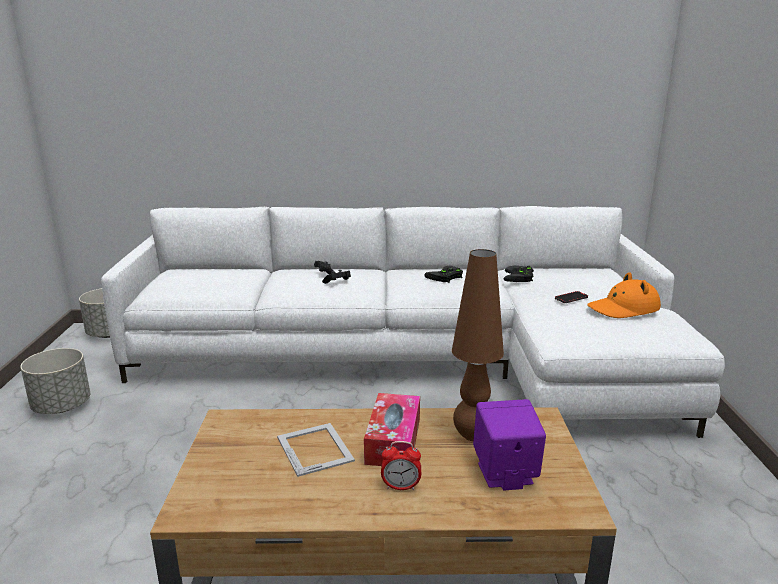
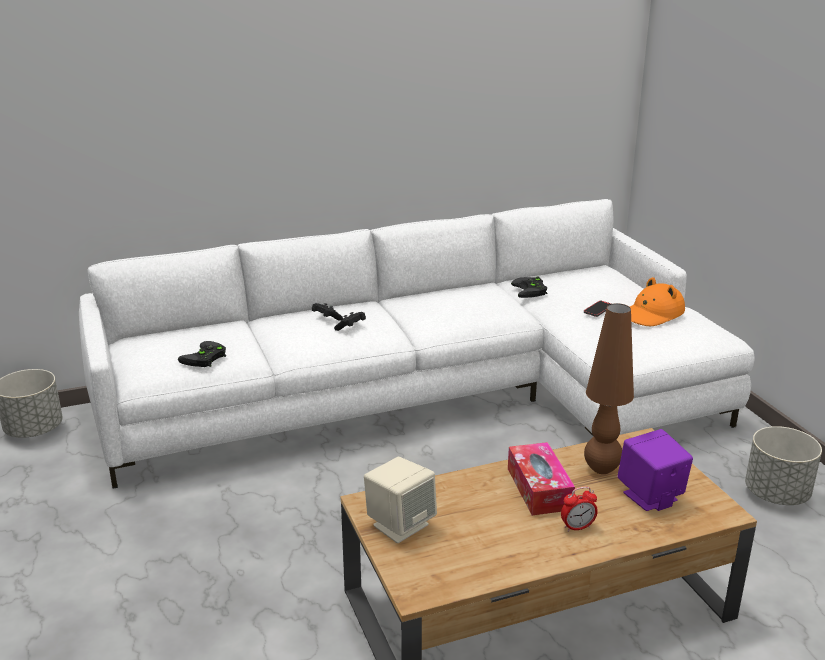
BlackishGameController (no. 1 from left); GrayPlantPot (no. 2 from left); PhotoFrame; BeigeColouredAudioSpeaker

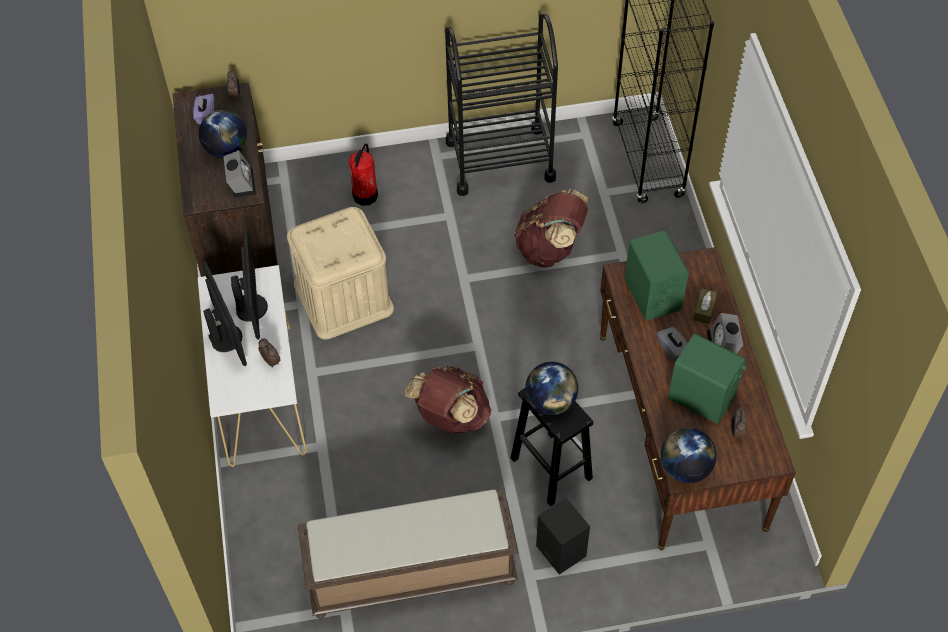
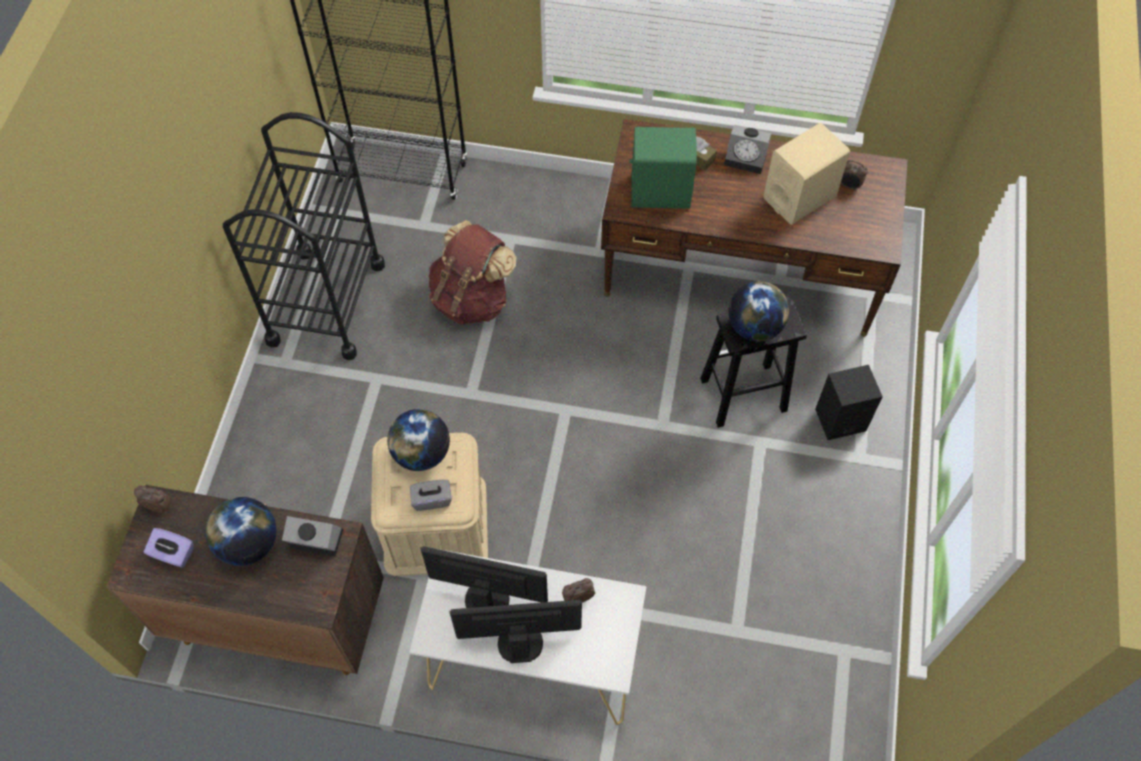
FireFightingCylinder; GrayTissueBox; BeigeColouredAudioSpeaker; BrownBackpack (no. 1 from left in the first image); DeskGlobe (no. 2 from left); BrownBench

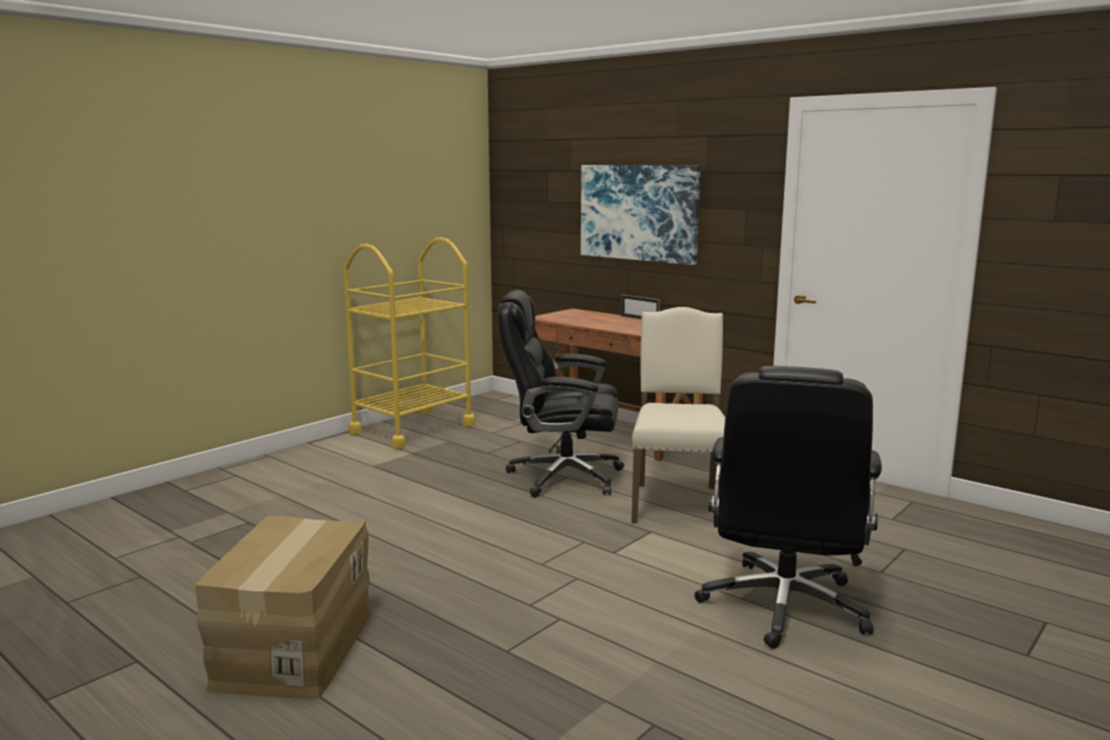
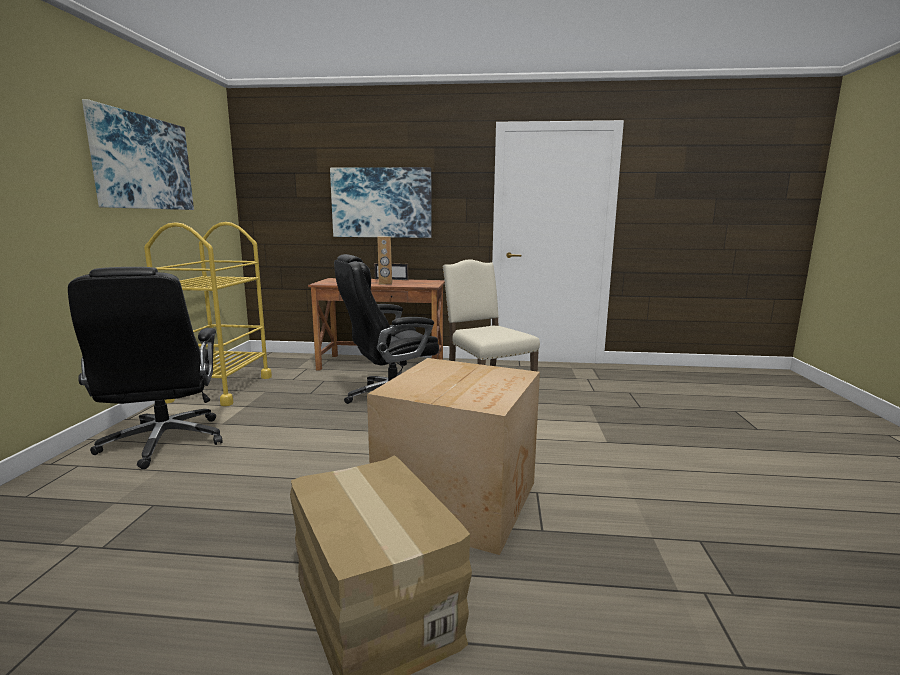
BlackishDeskChair (no. 1 from left); Picture (no. 1 from left); BrownAudioSpeaker; CardboardBox (no. 2 from left)

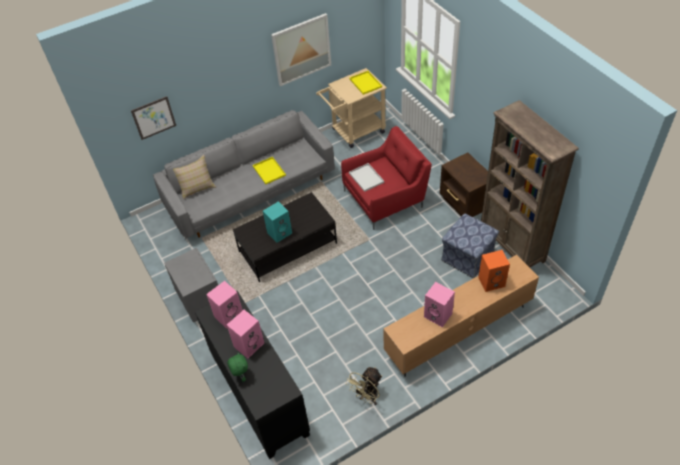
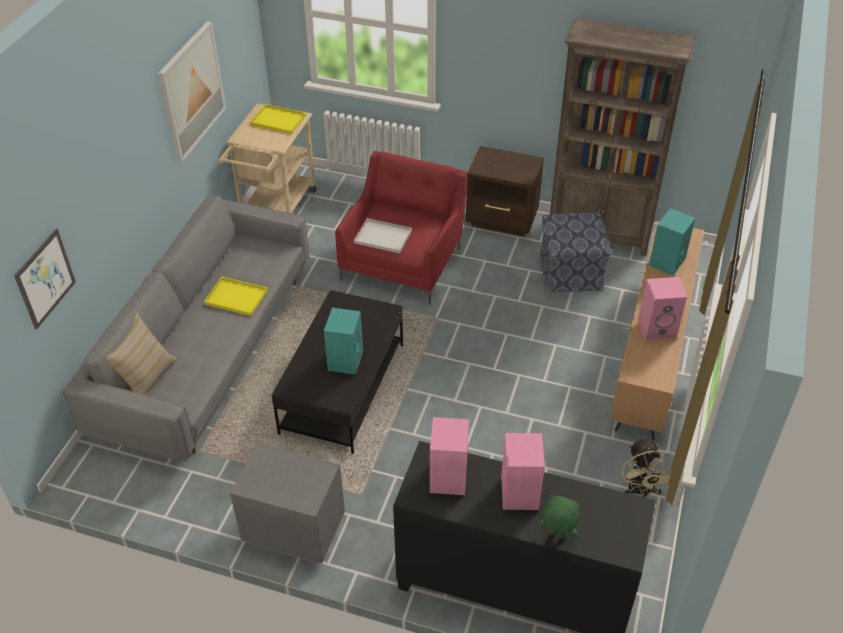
TurquoiseColouredAudioSpeaker (no. 2 from left)

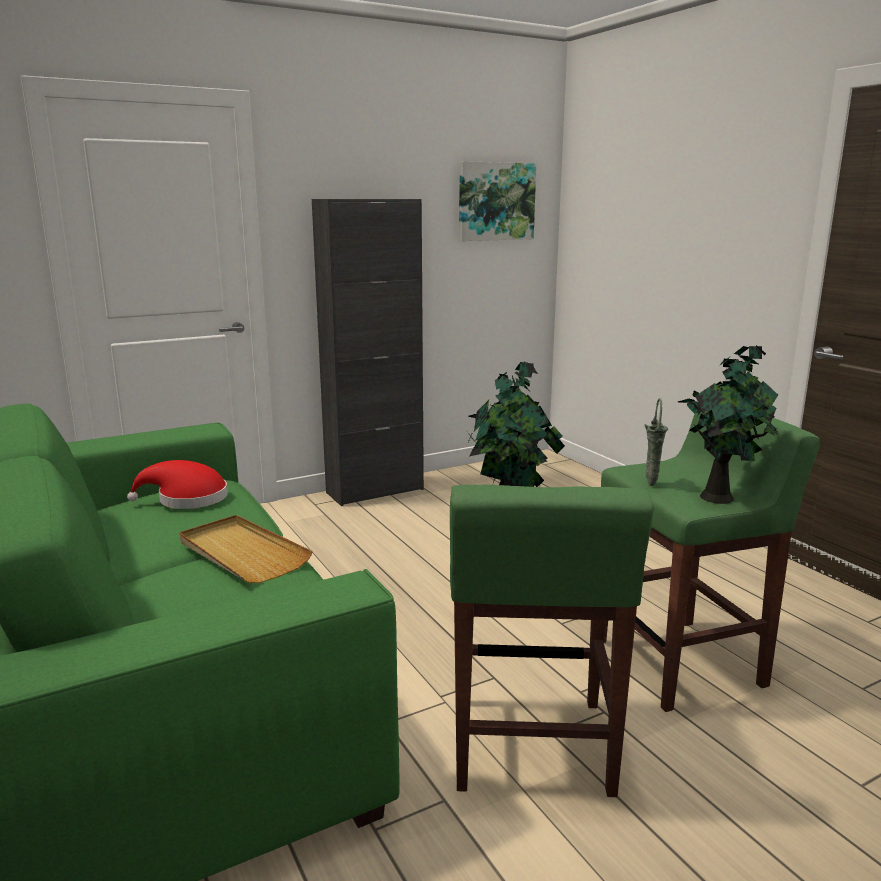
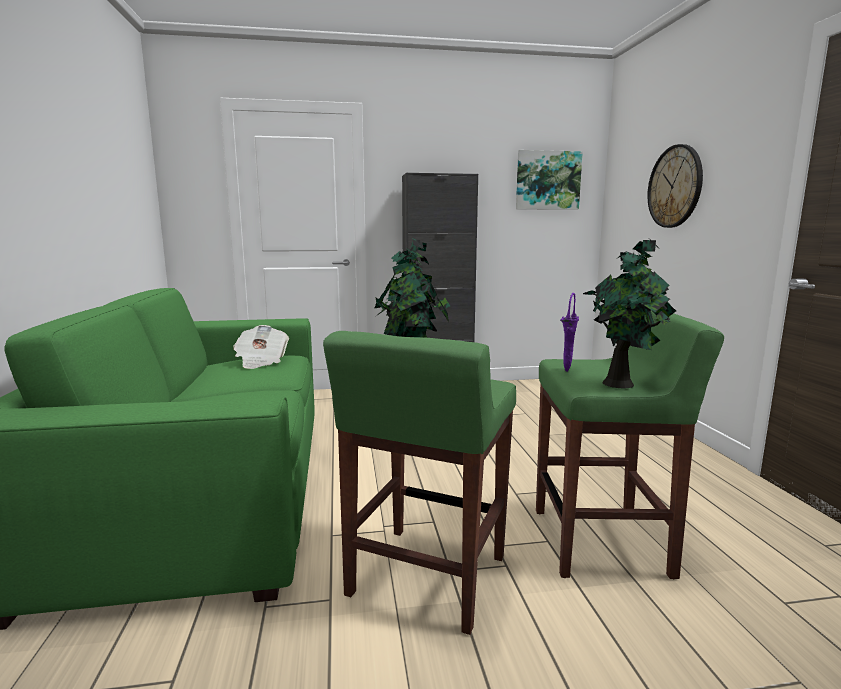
PurpleVase; PrintedPaper; BeigeColouredServingTray; ClockOnTheWall

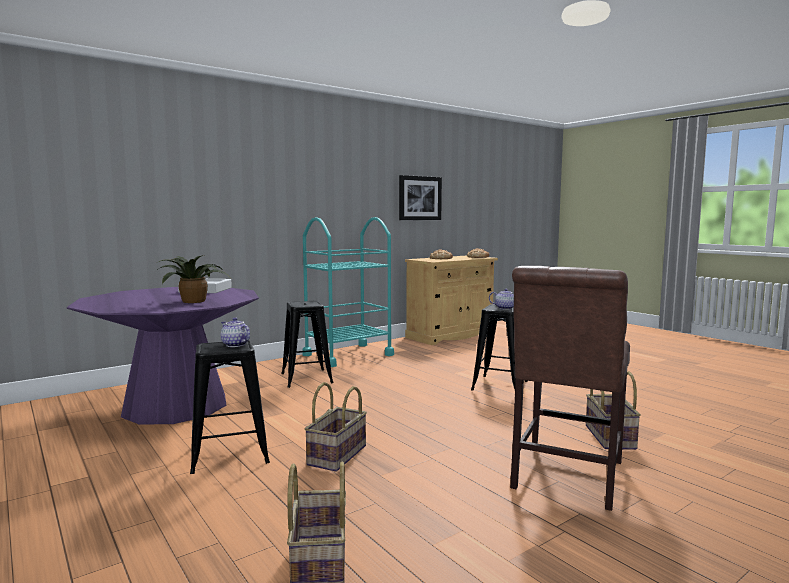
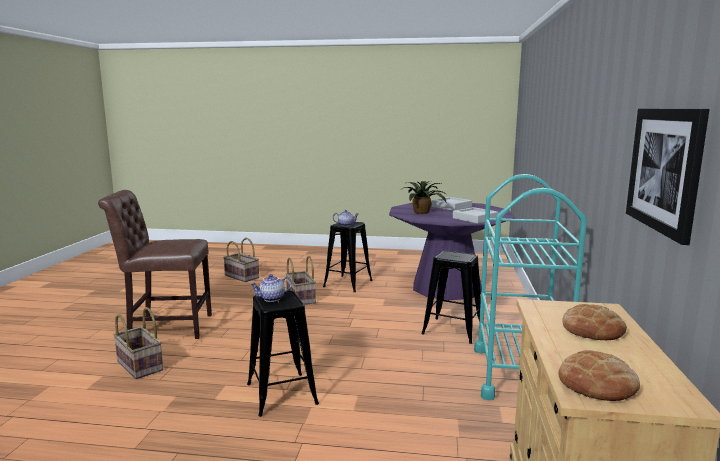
BrownPlainChair; GrayServingTray (no. 1 from left)

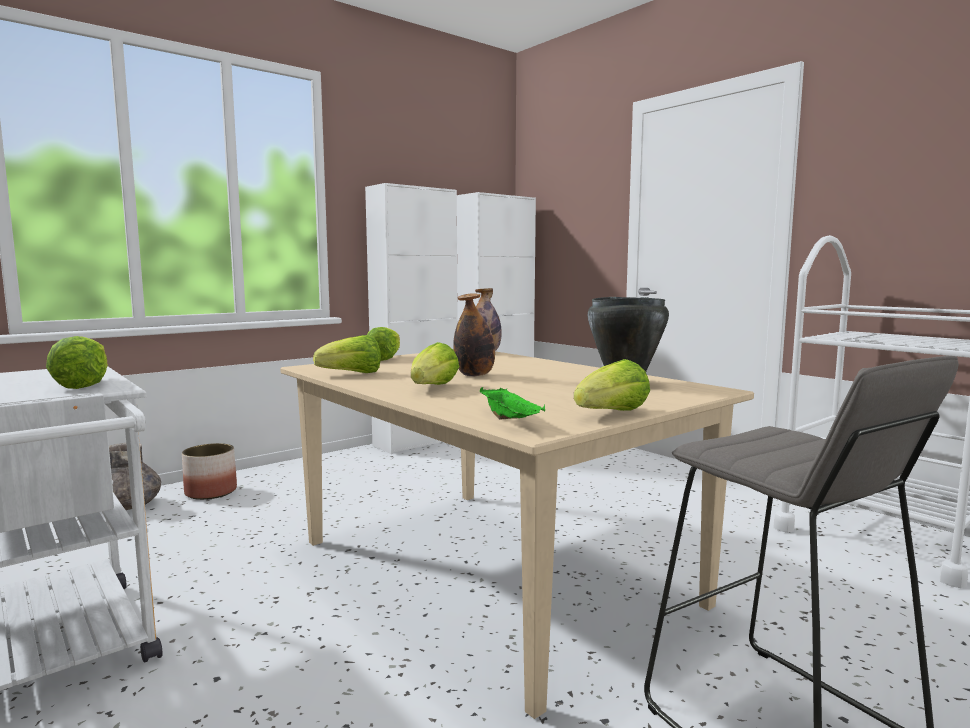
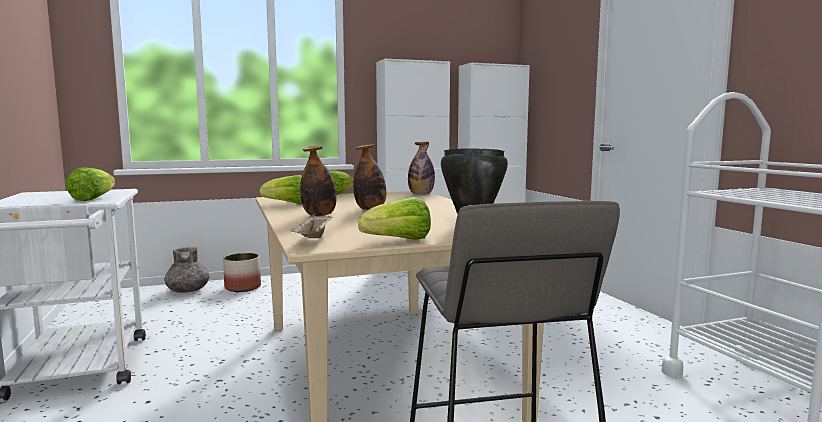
BeverageBottle (no. 1 from left); BeigeColouredServingTray

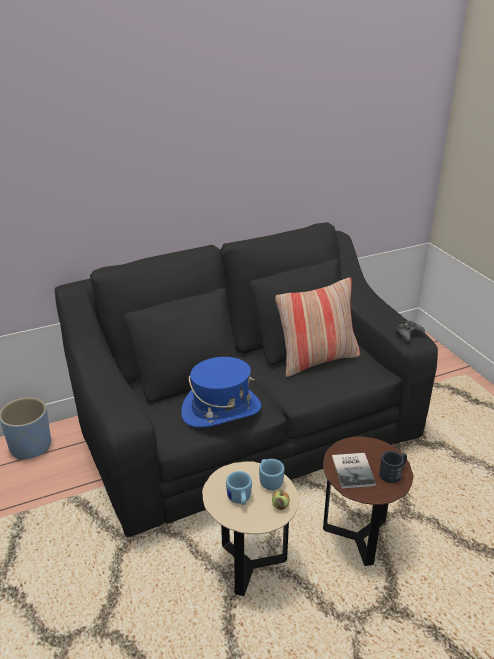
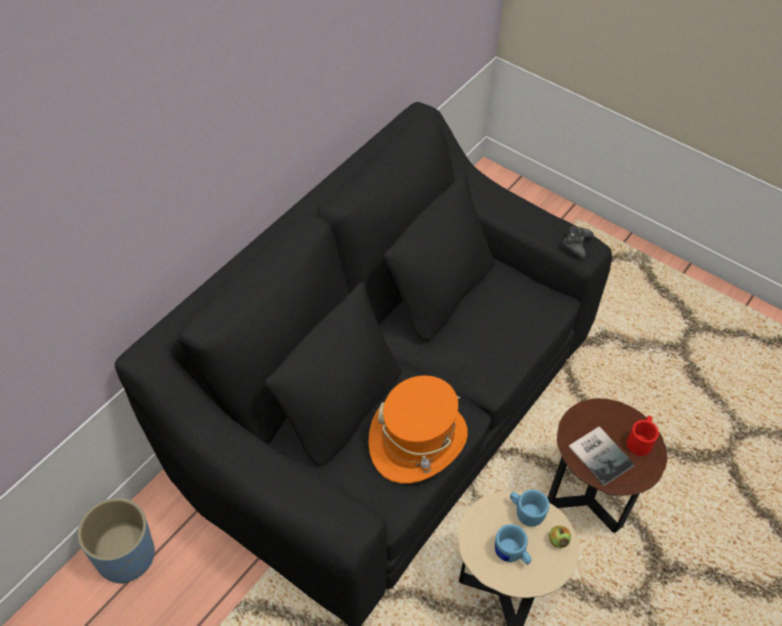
ThrowPillow; OrangeColouredWearableHat; RedColouredMug

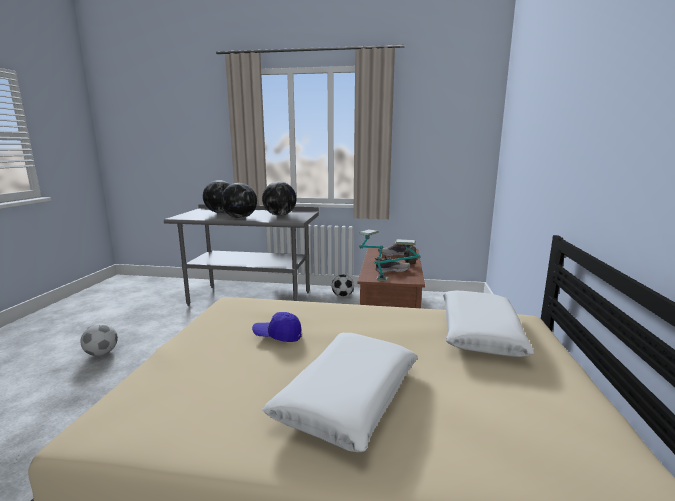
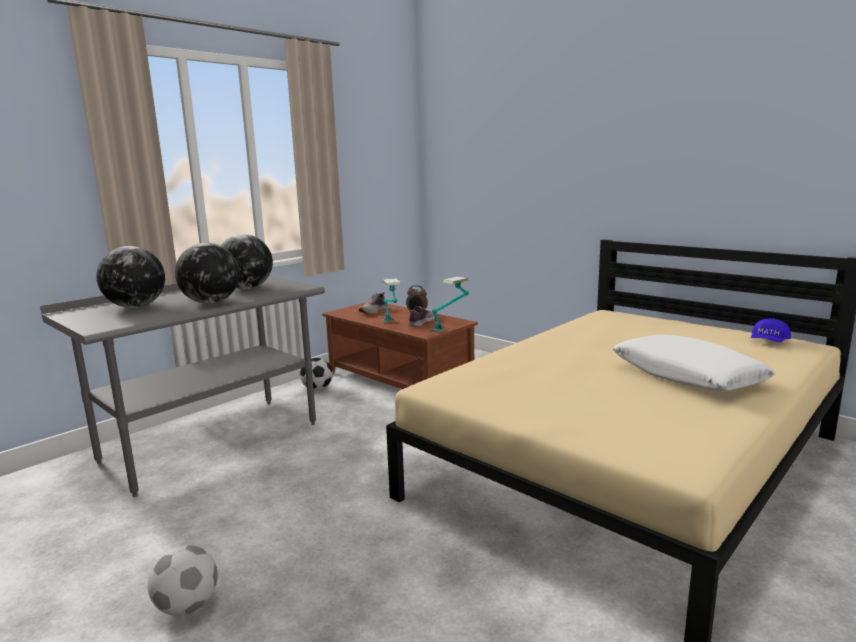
WhiteColouredThrowPillow (no. 2 from left in the first image); BlueBaseballCap

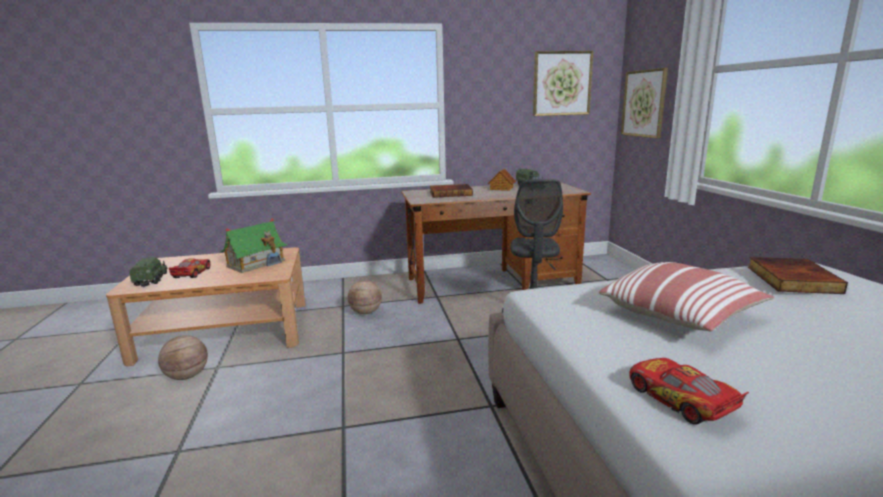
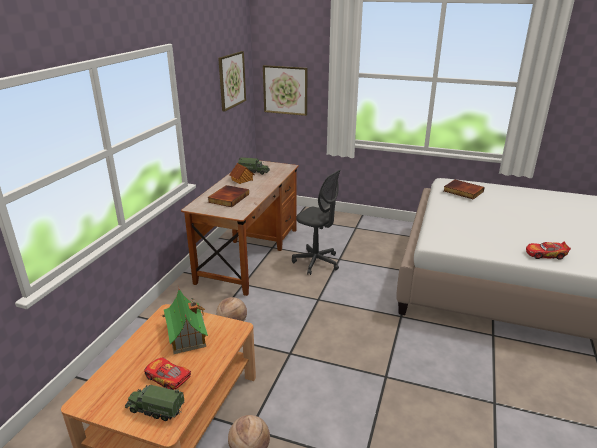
ThrowPillow

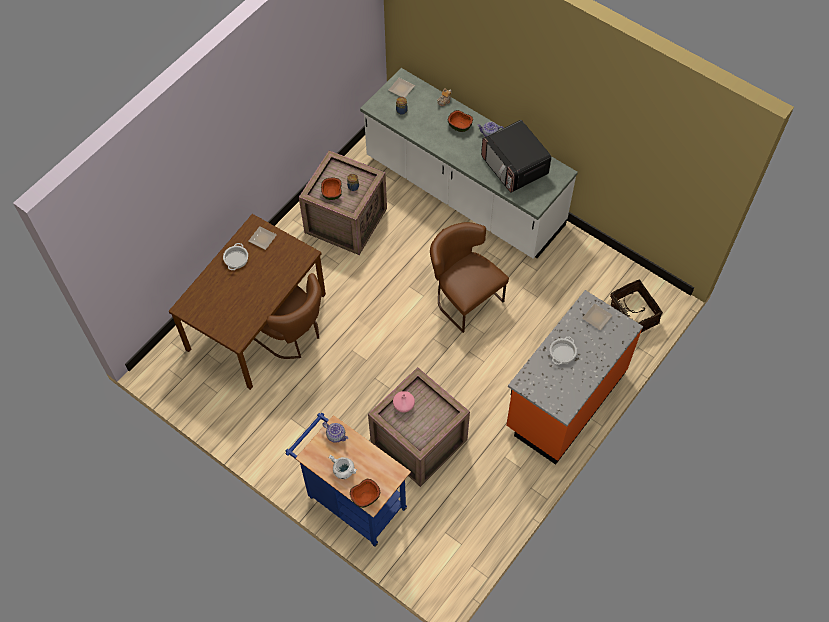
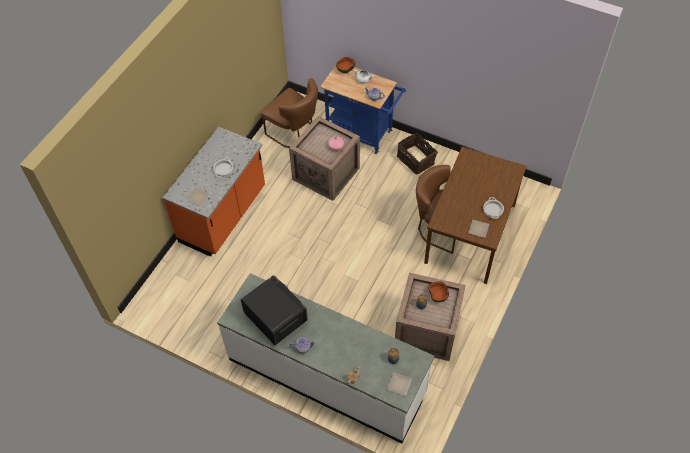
Bowl (no. 3 from left in the first image); BrownPlainChair (no. 1 from left); HouseholdBasket

